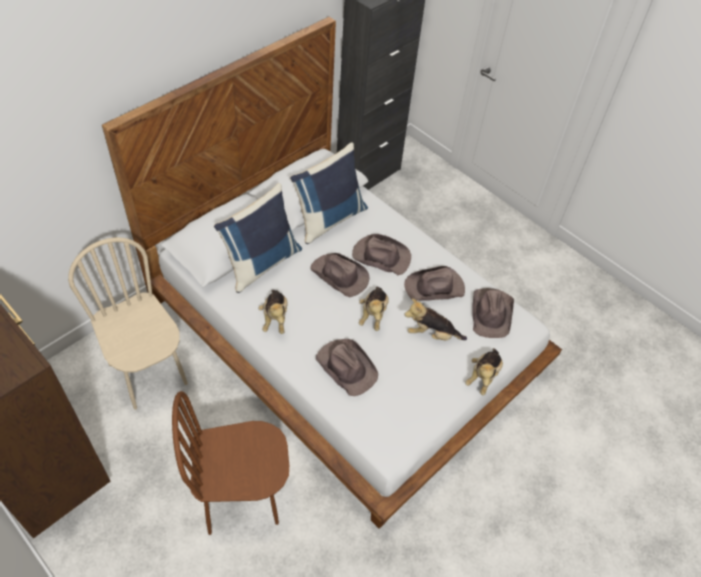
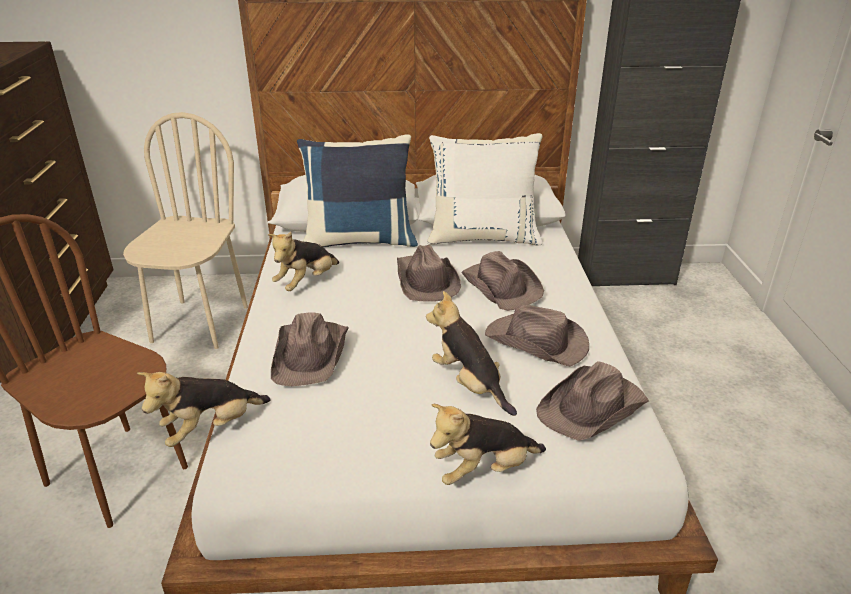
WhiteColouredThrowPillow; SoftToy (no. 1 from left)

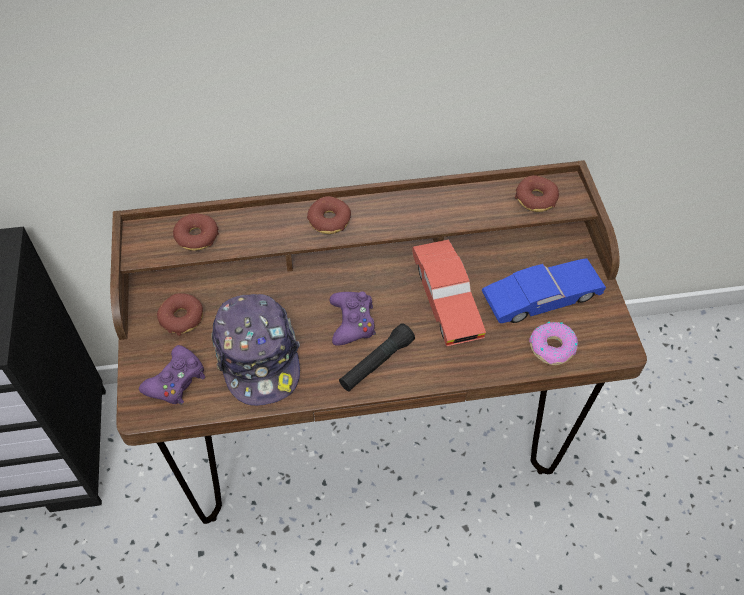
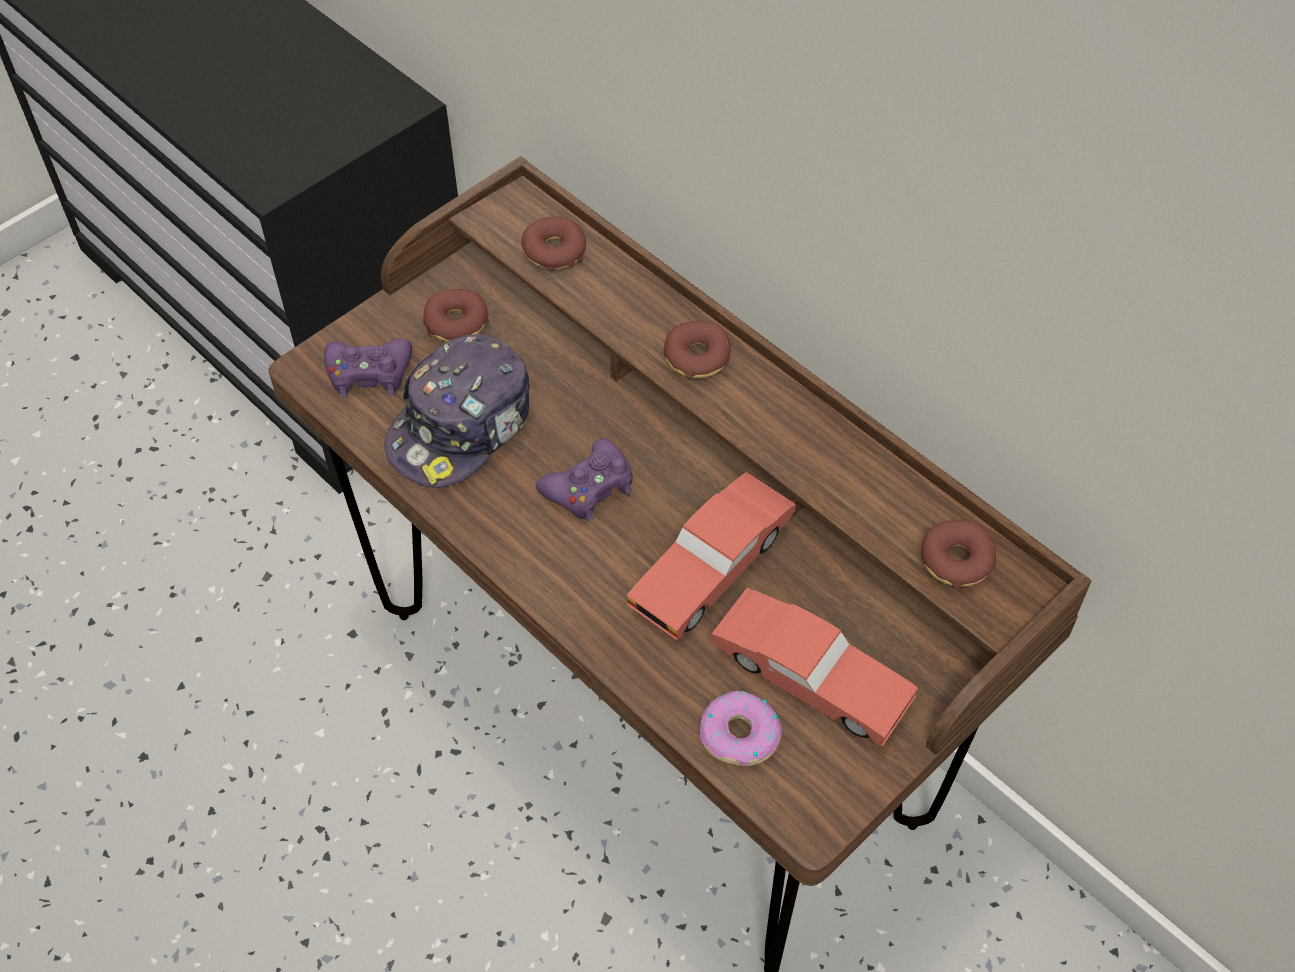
RedColouredMiniatureCar (no. 2 from left); BlackishFlashlight

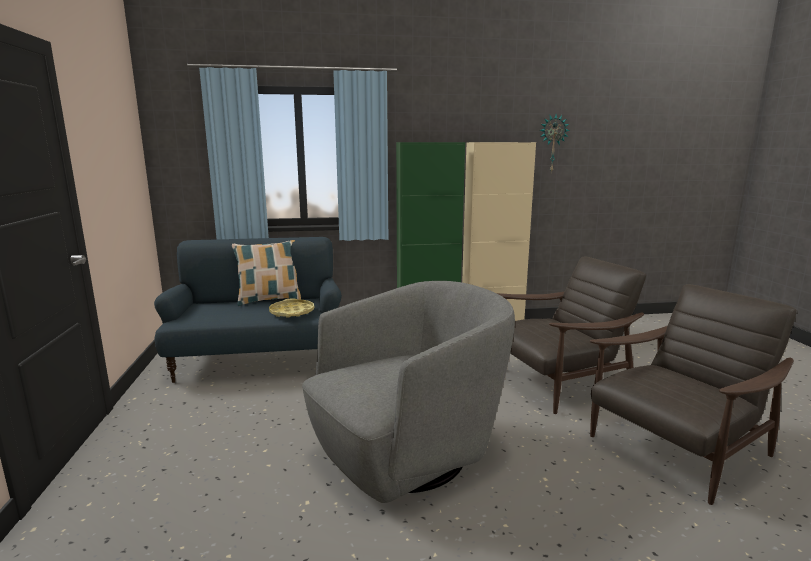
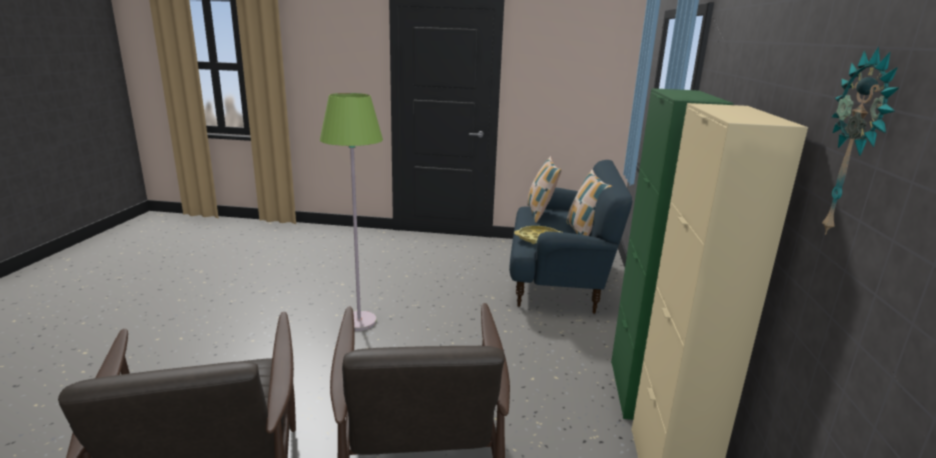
GreenColouredStandingLamp; ThrowPillow (no. 1 from left)

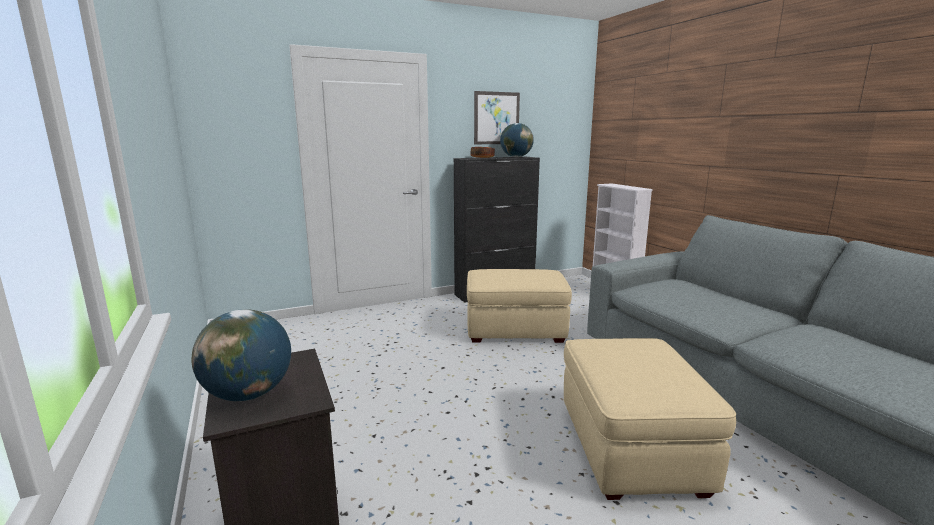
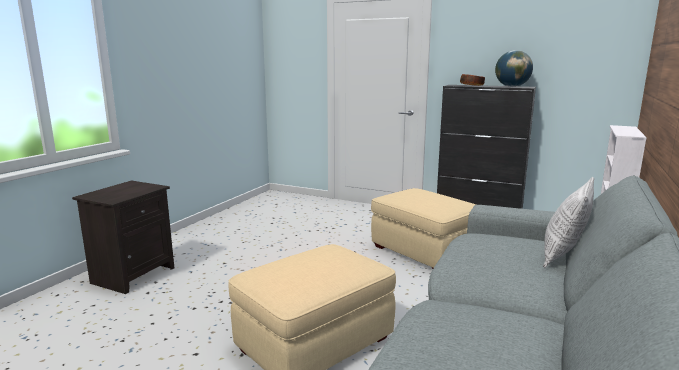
Picture; DeskGlobe (no. 1 from left in the first image); ThrowPillow

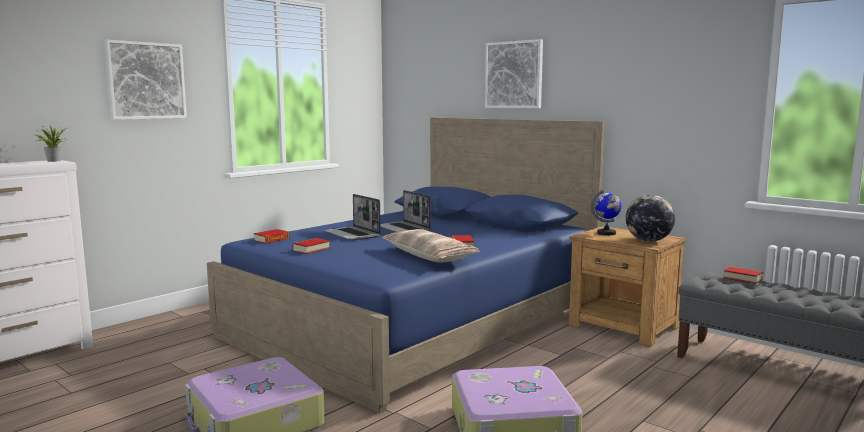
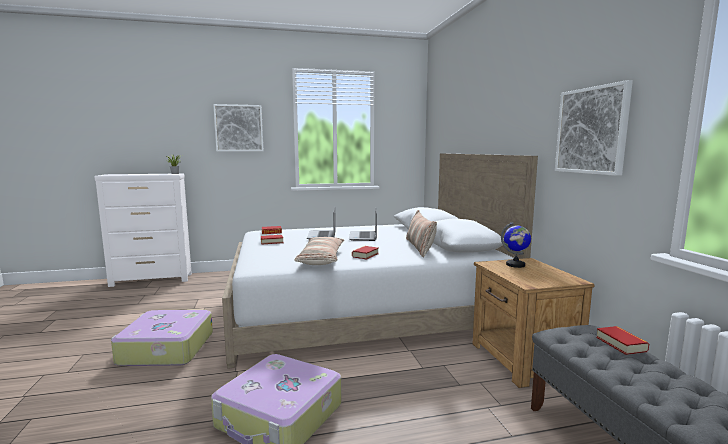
Picture (no. 2 from left); WhiteColouredBedroomBed; DeskGlobe (no. 2 from left in the first image); ThrowPillow (no. 2 from left)

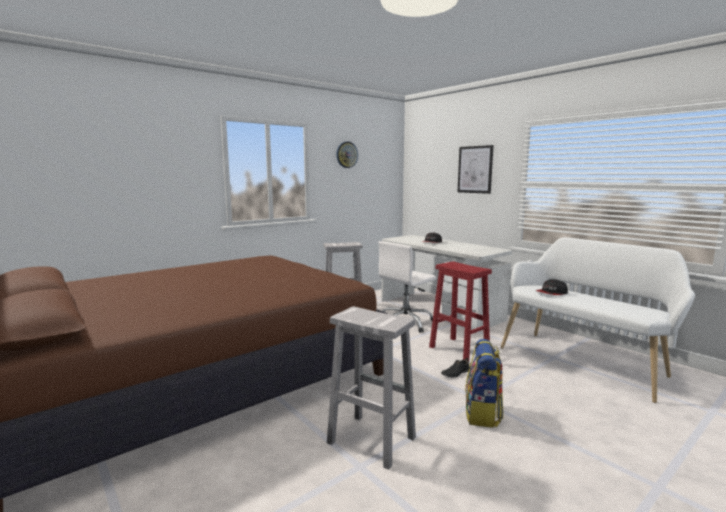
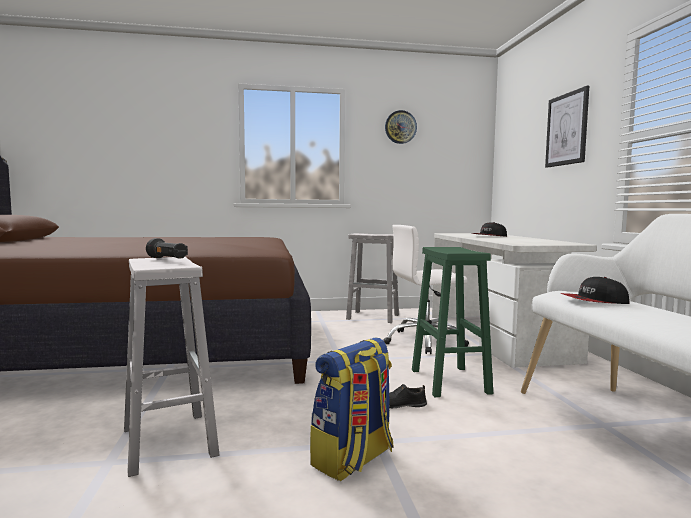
GreenColouredSittingStool; BlackishFlashlight

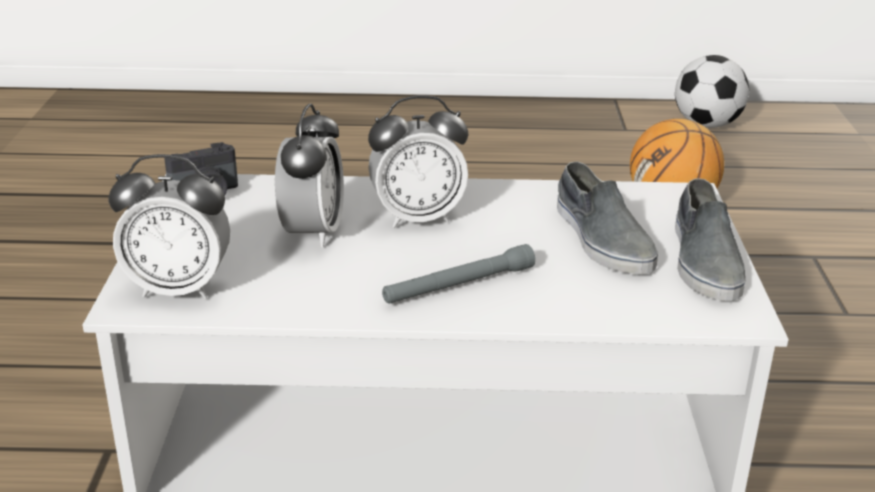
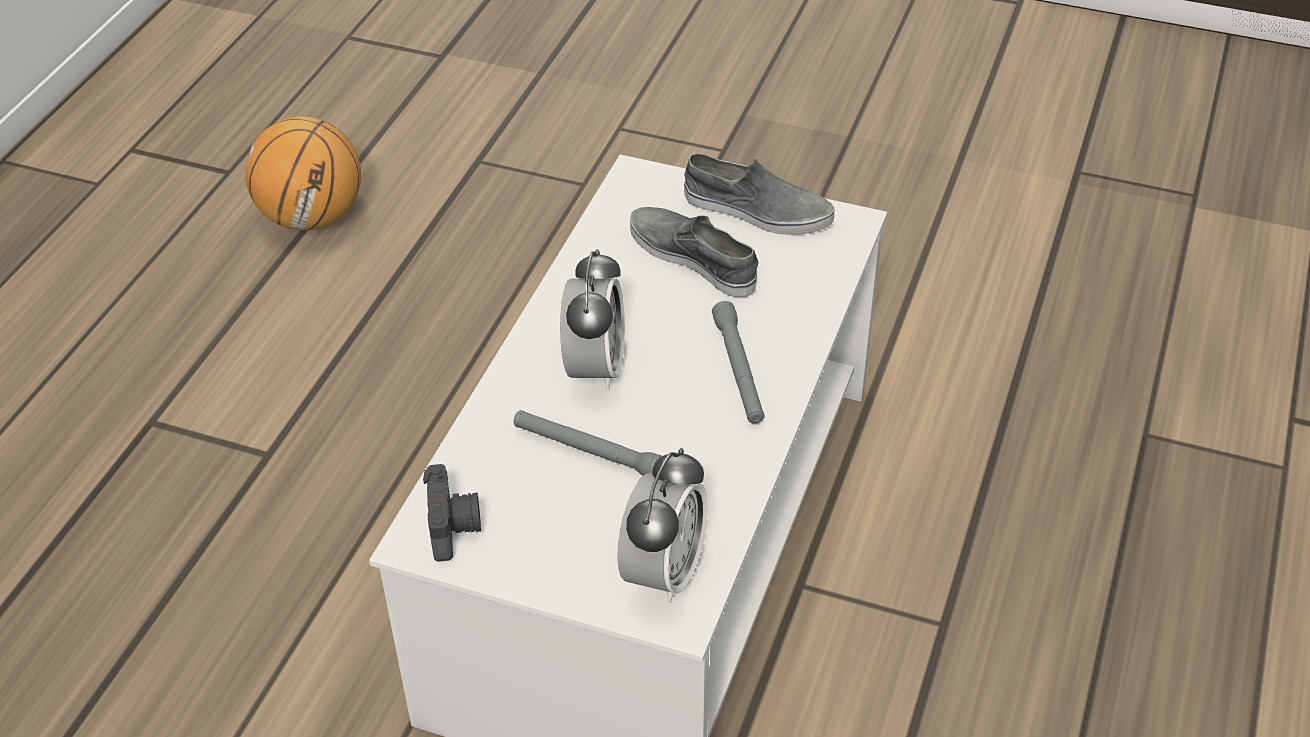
FootballBall; GrayFlashlight (no. 1 from left); GrayItemOfFootwear (no. 1 from left)

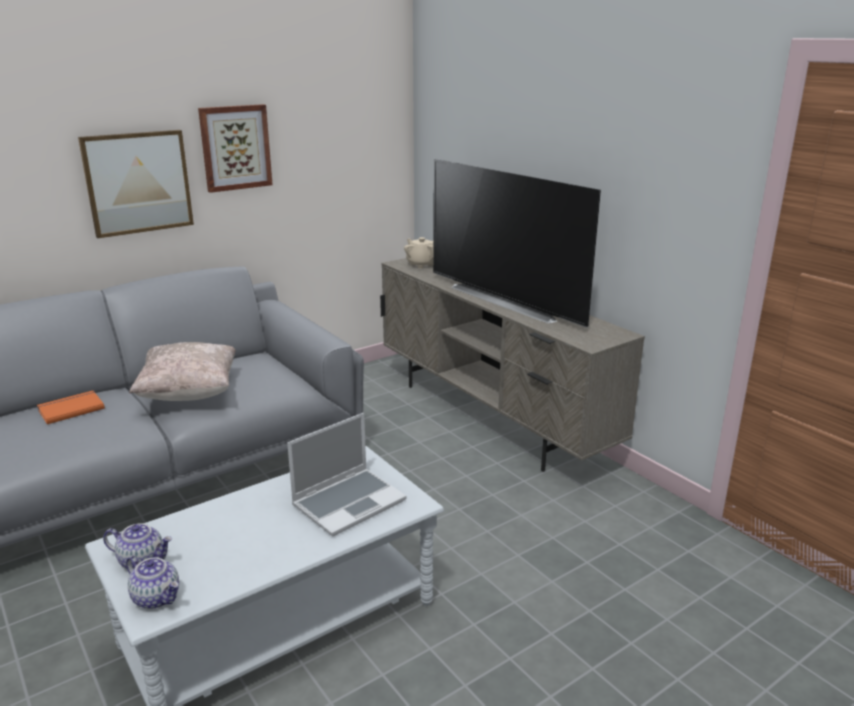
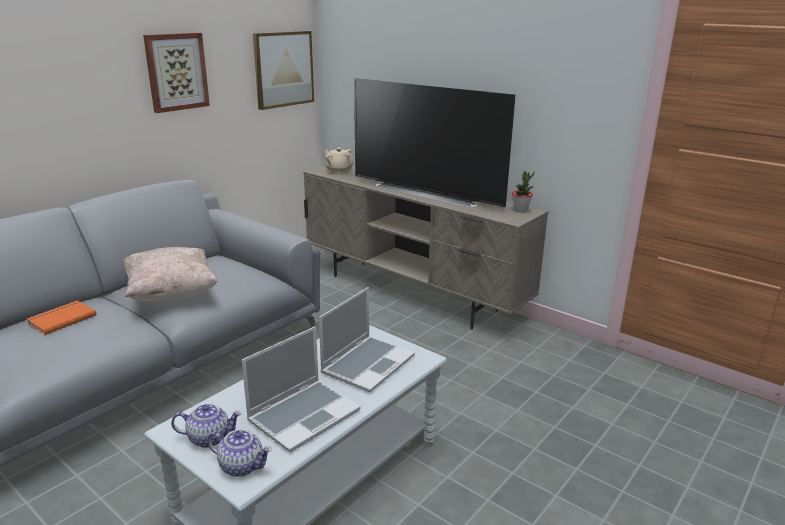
Picture (no. 2 from left); Houseplant; PortableComputer (no. 1 from left)

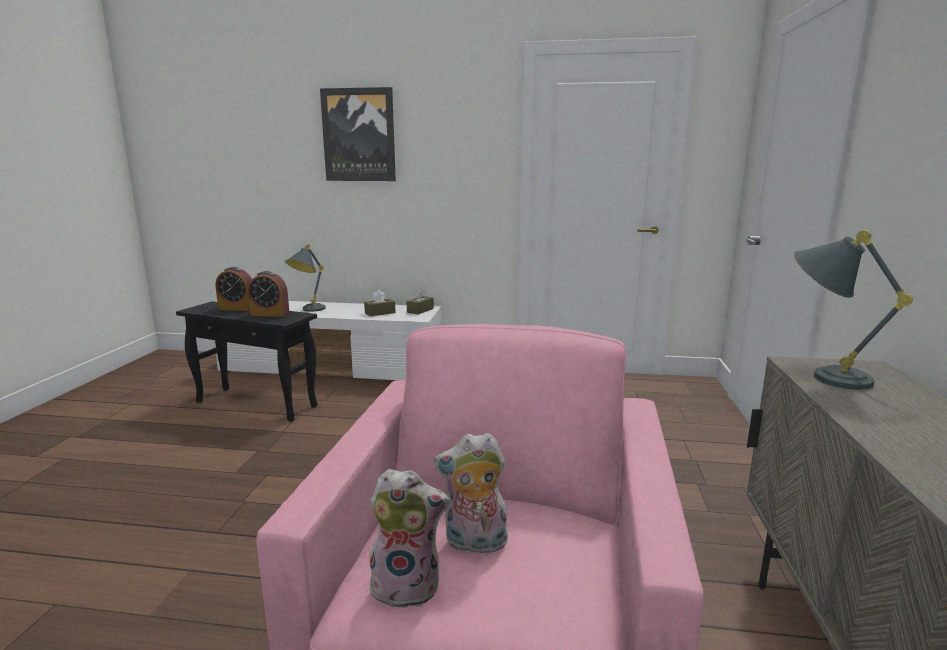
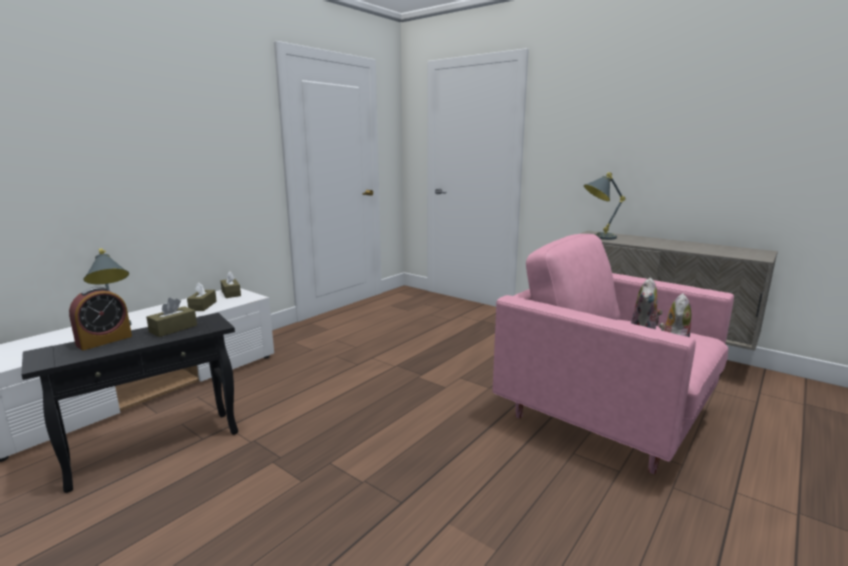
Picture; BrownTissueBox (no. 1 from left)

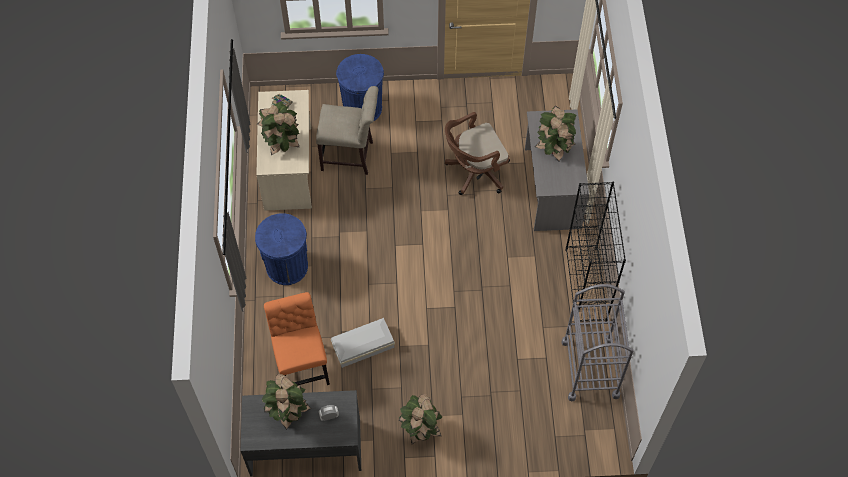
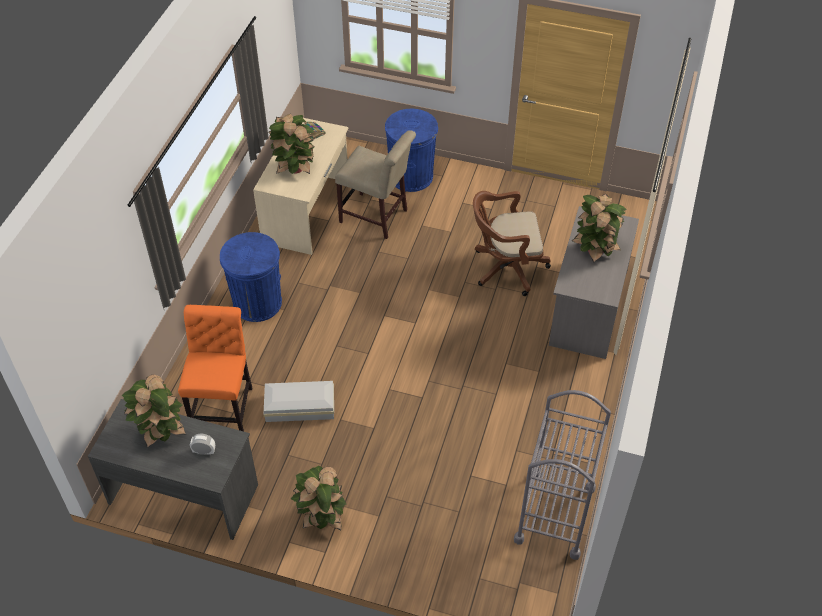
BlackishBookcase

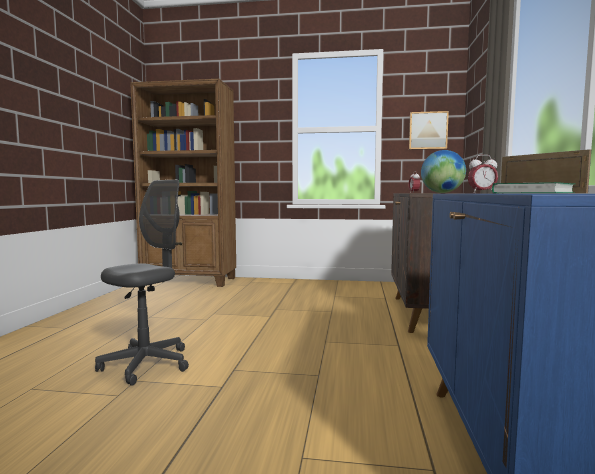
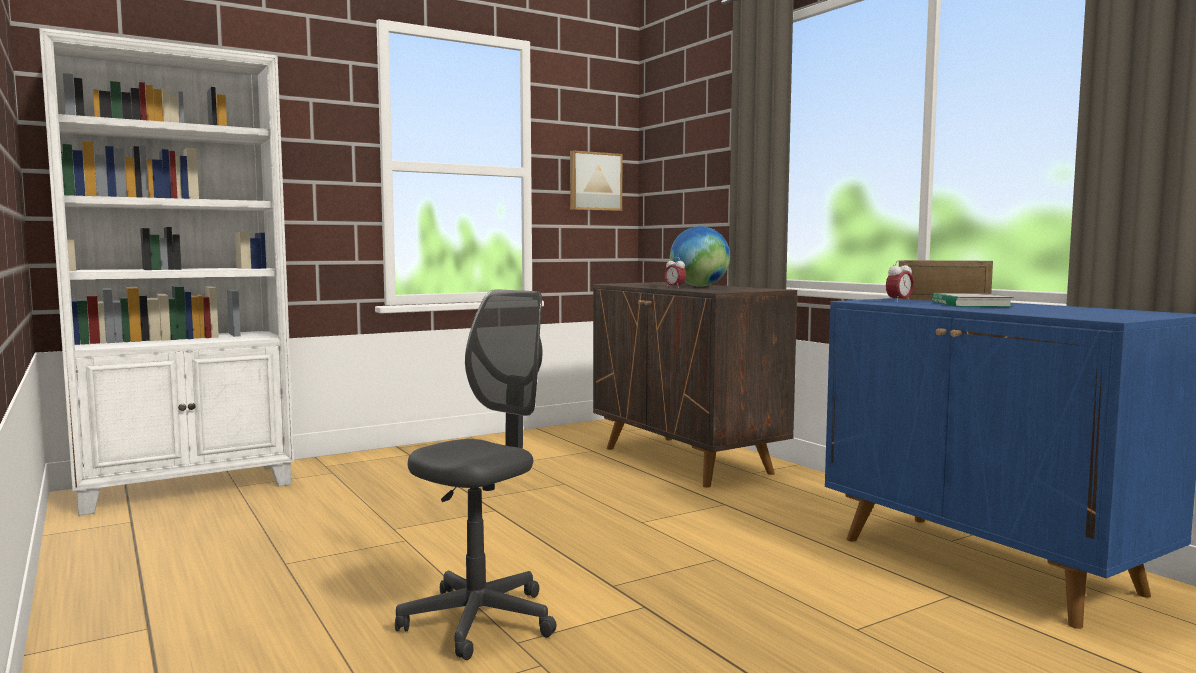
WhiteColouredBookcase; GrayDeskChair

